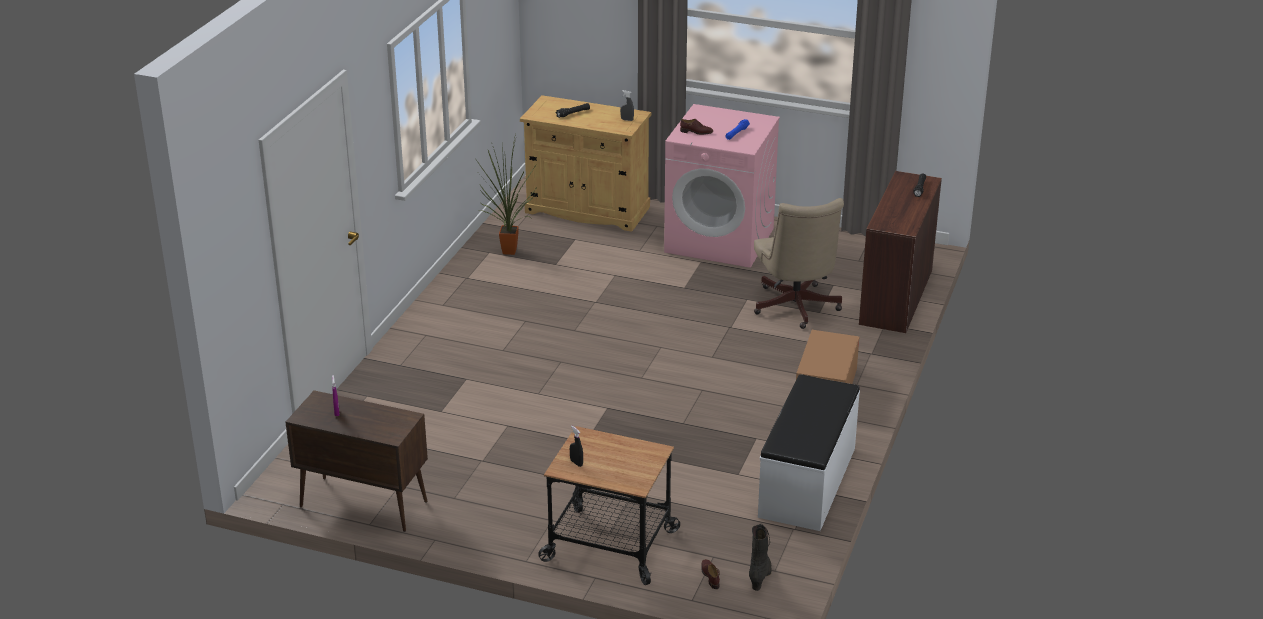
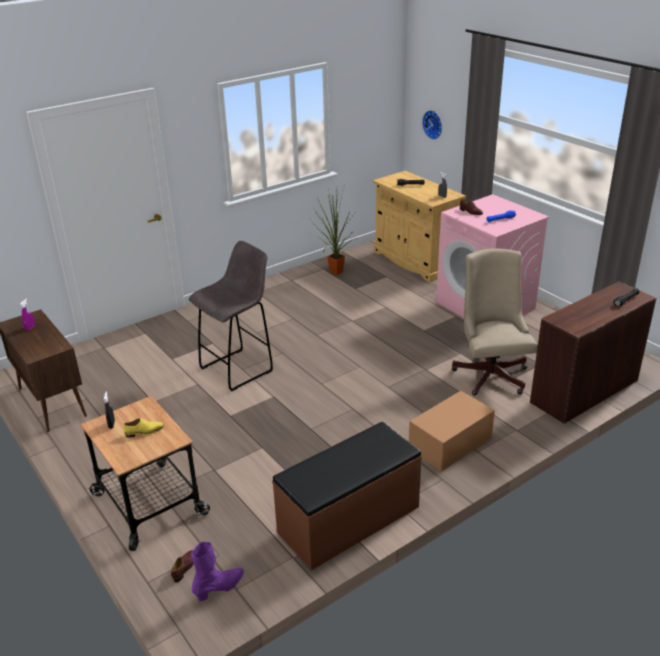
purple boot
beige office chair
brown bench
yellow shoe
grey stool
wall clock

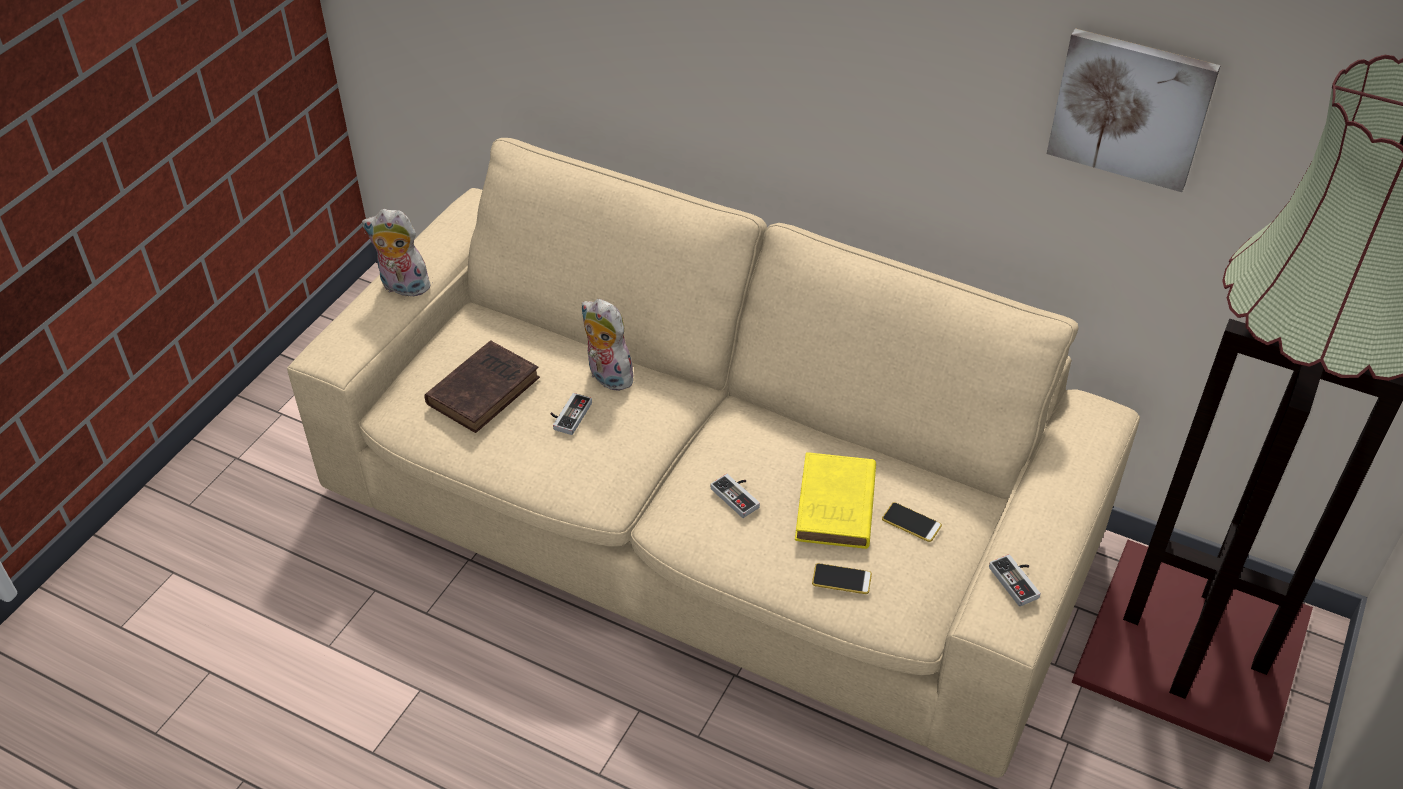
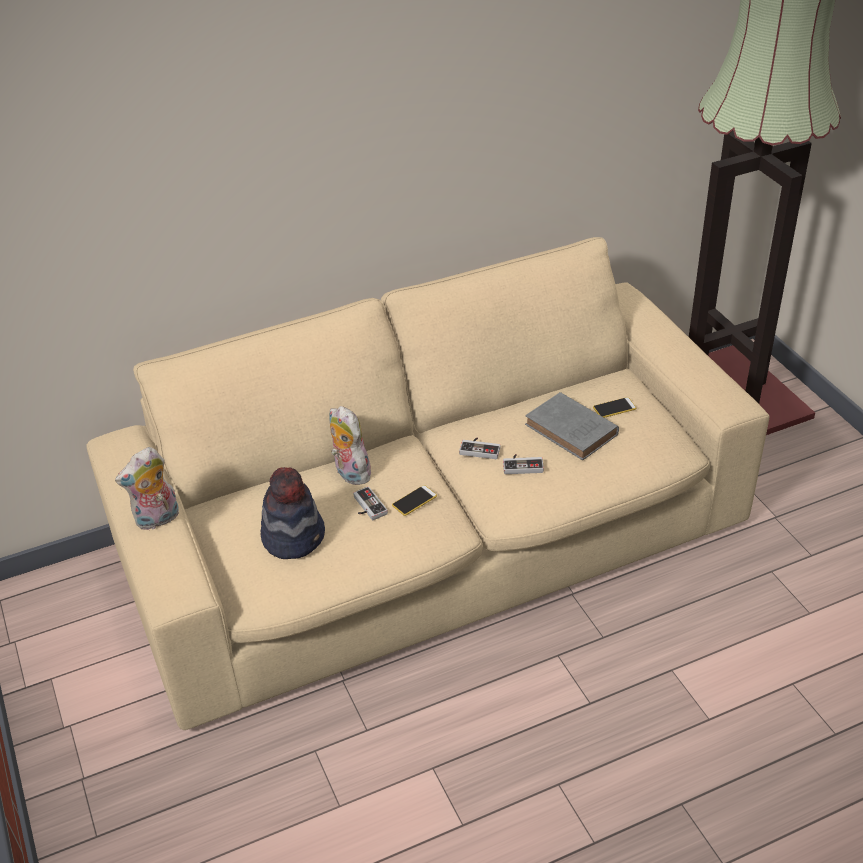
hat
plush toy (no. 2 from left)
grey book
phone (no. 1 from left)
game controller (no. 2 from left)
picture

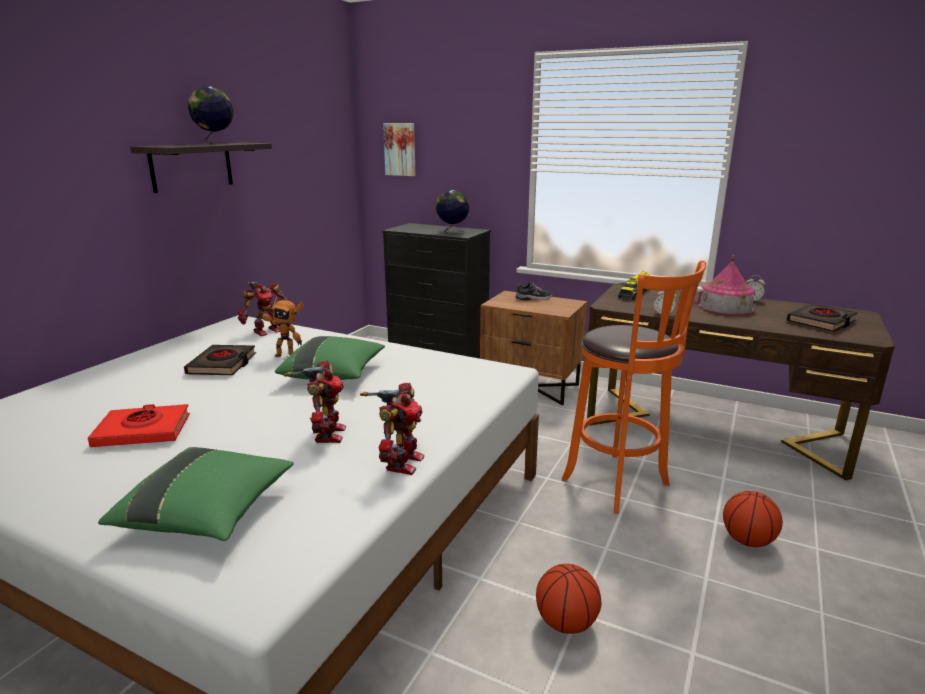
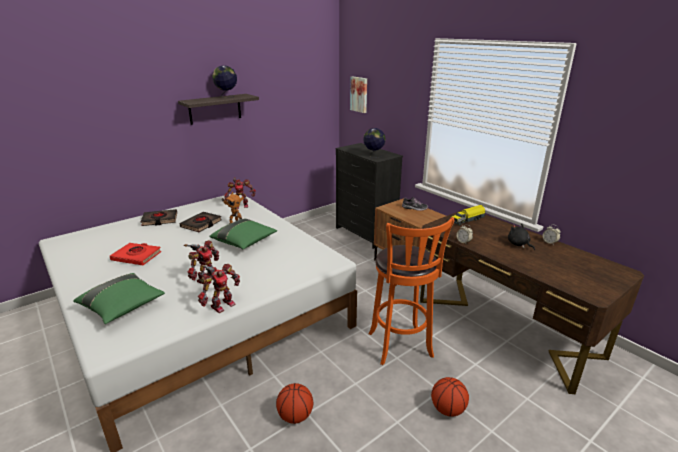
black plush toy
black book (no. 1 from left)

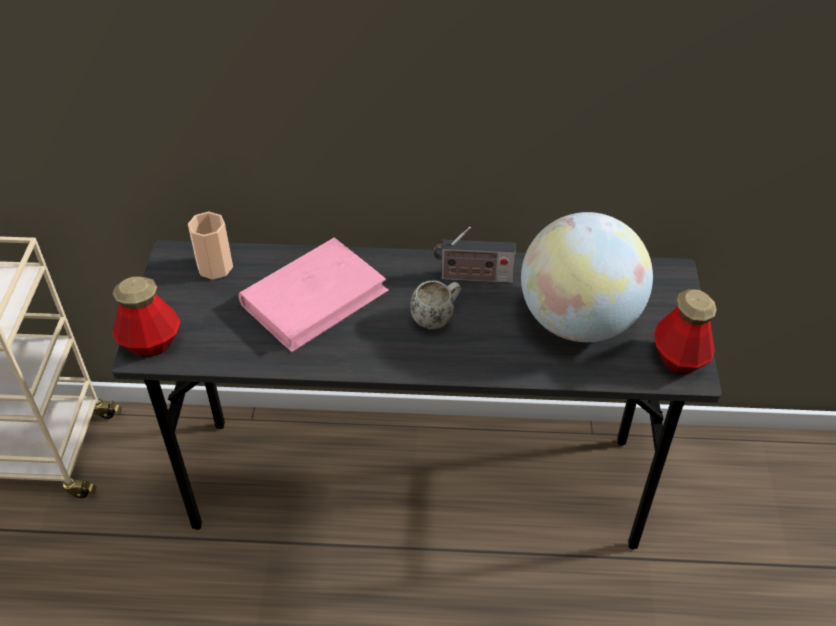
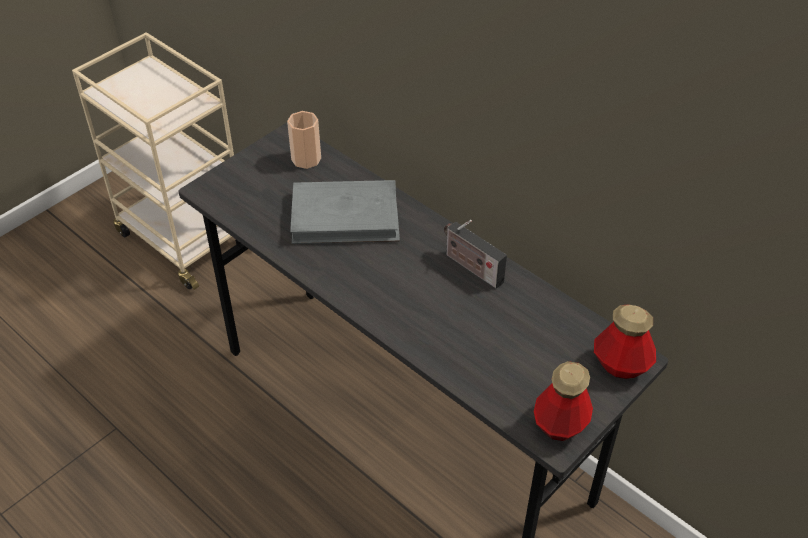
bottle (no. 2 from left)
grey book
white mug
globe

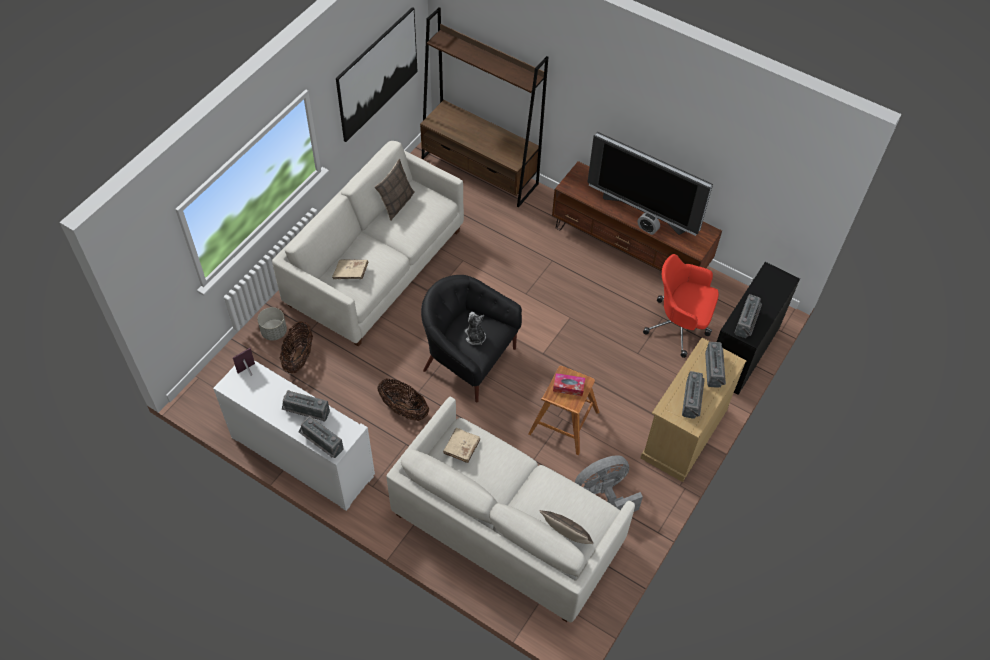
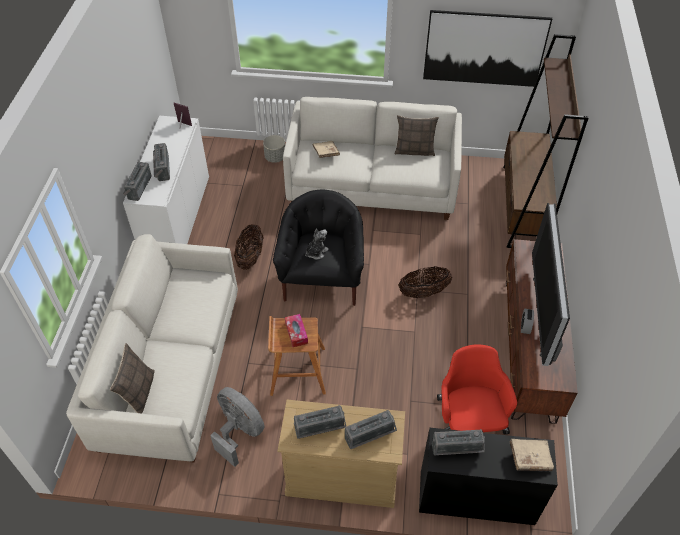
basket (no. 2 from left)
beige book (no. 2 from left)

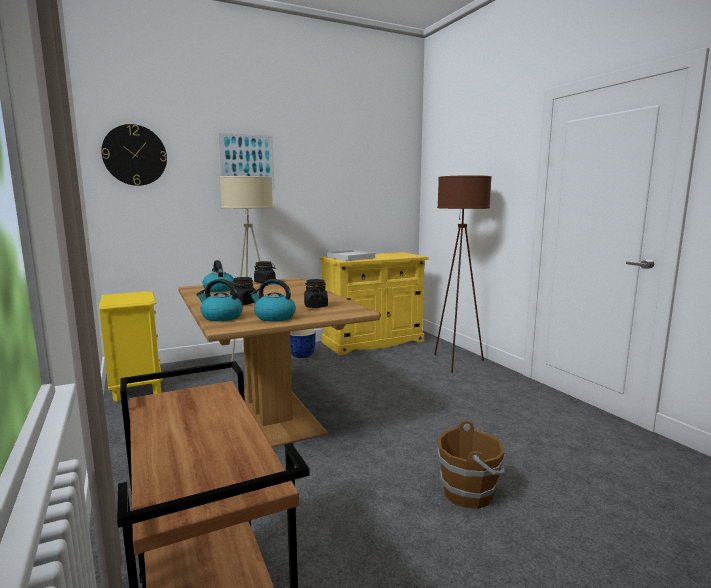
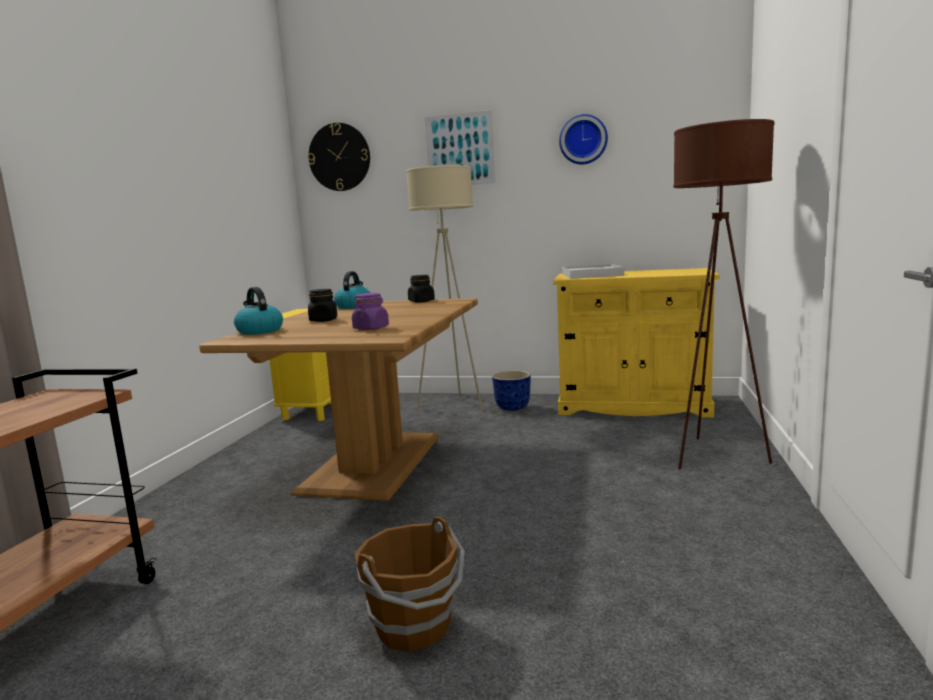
kettle (no. 3 from left in the first image)
purple jar
wall clock (no. 2 from left)

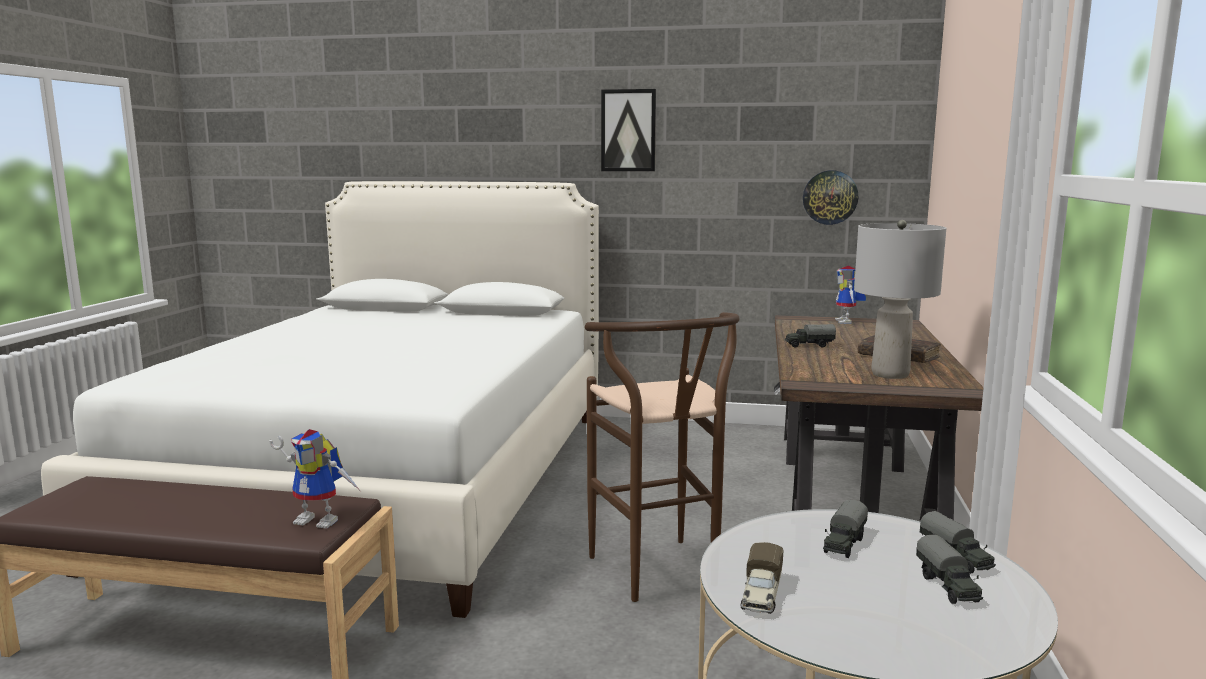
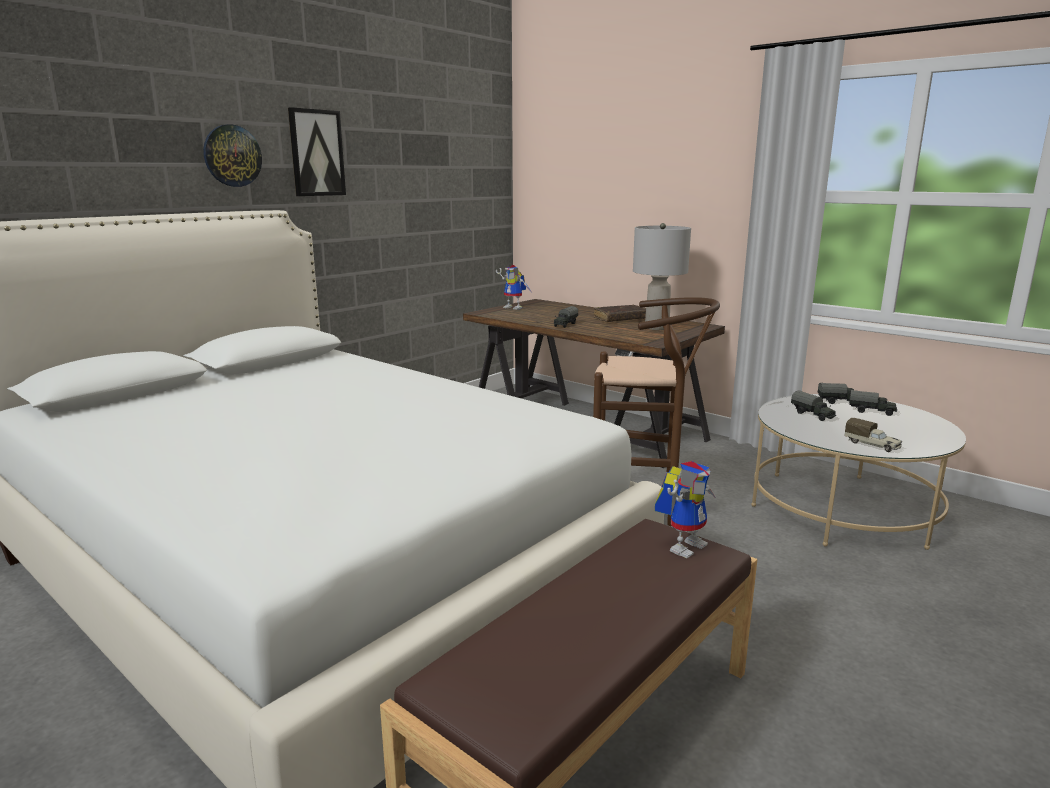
wall clock

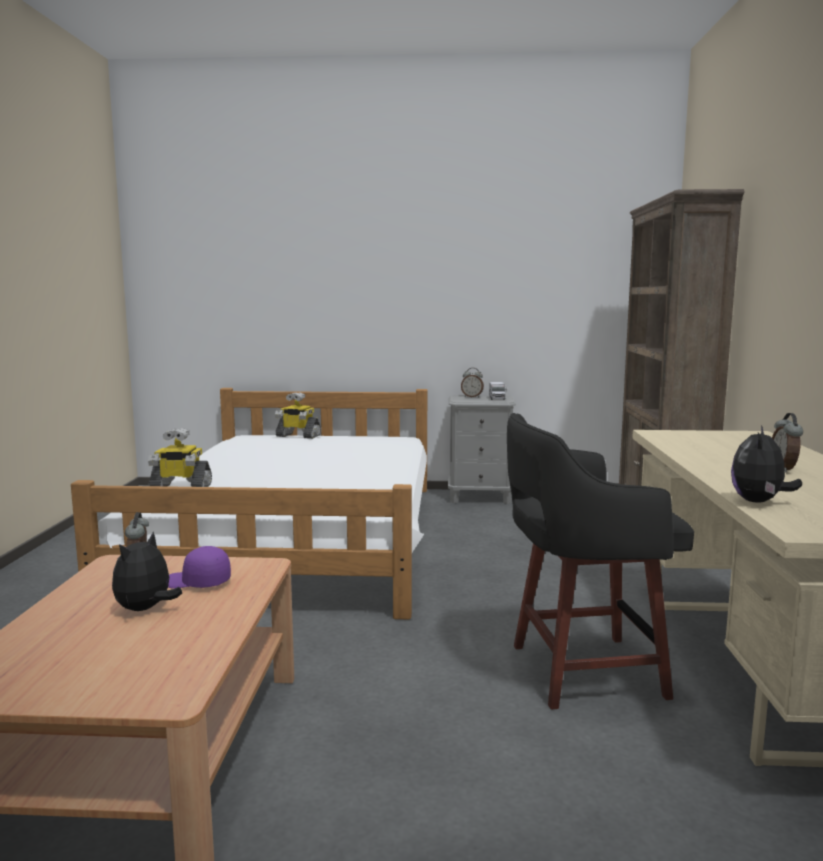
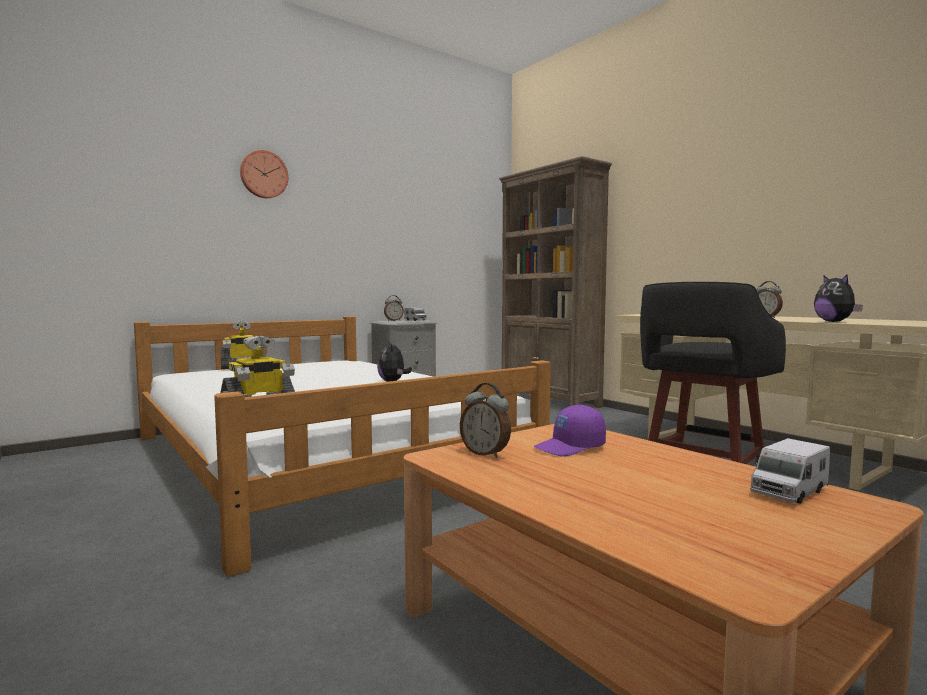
plush toy (no. 1 from left)
wall clock
toy truck (no. 2 from left)

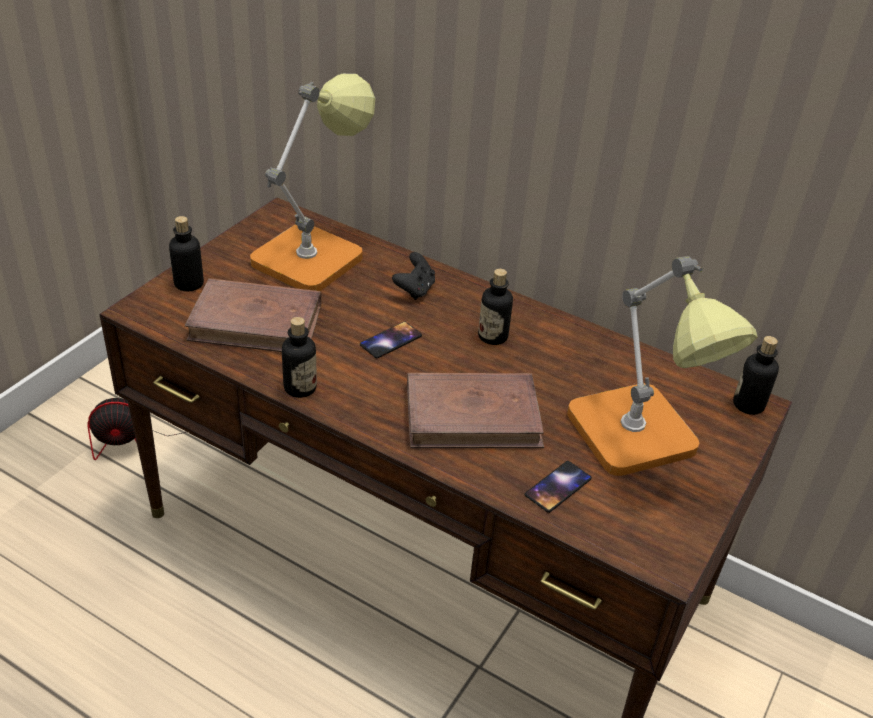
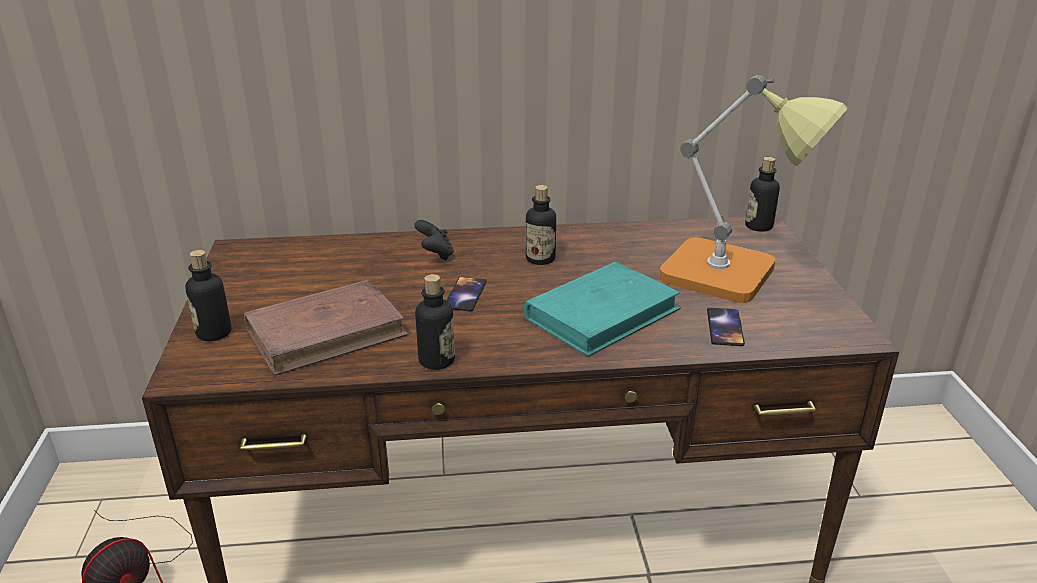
table lamp (no. 1 from left in the first image)
turquoise book

